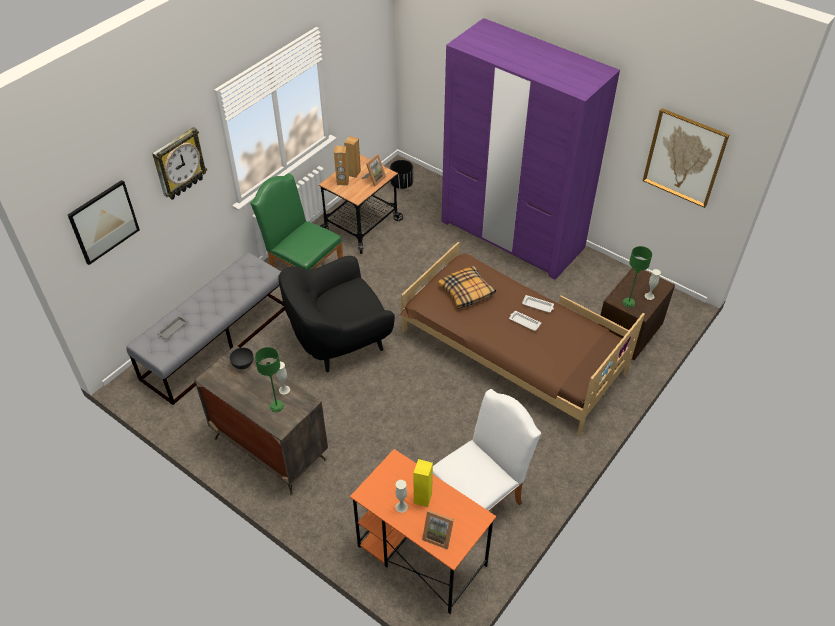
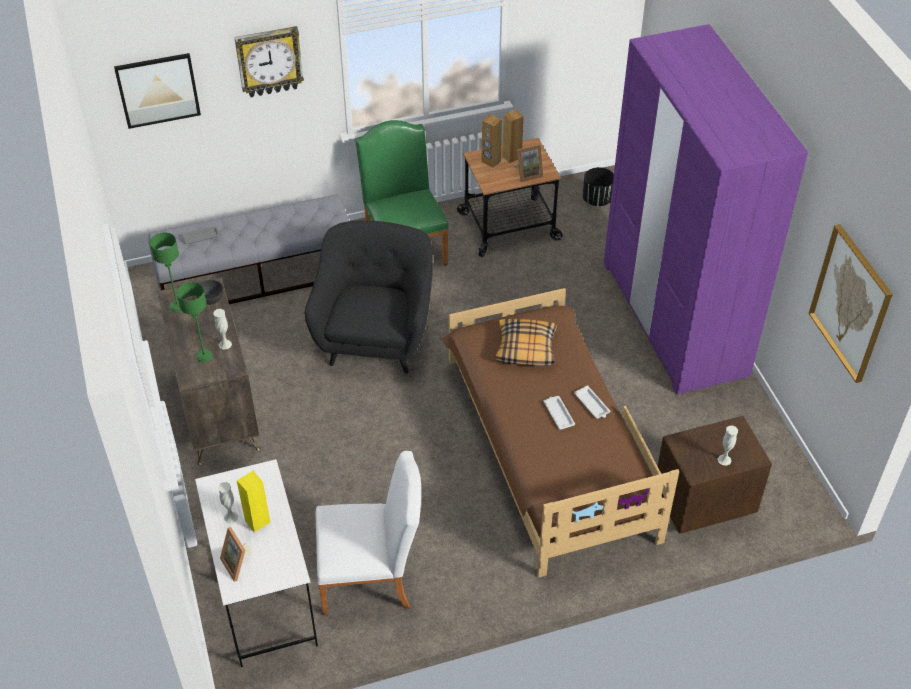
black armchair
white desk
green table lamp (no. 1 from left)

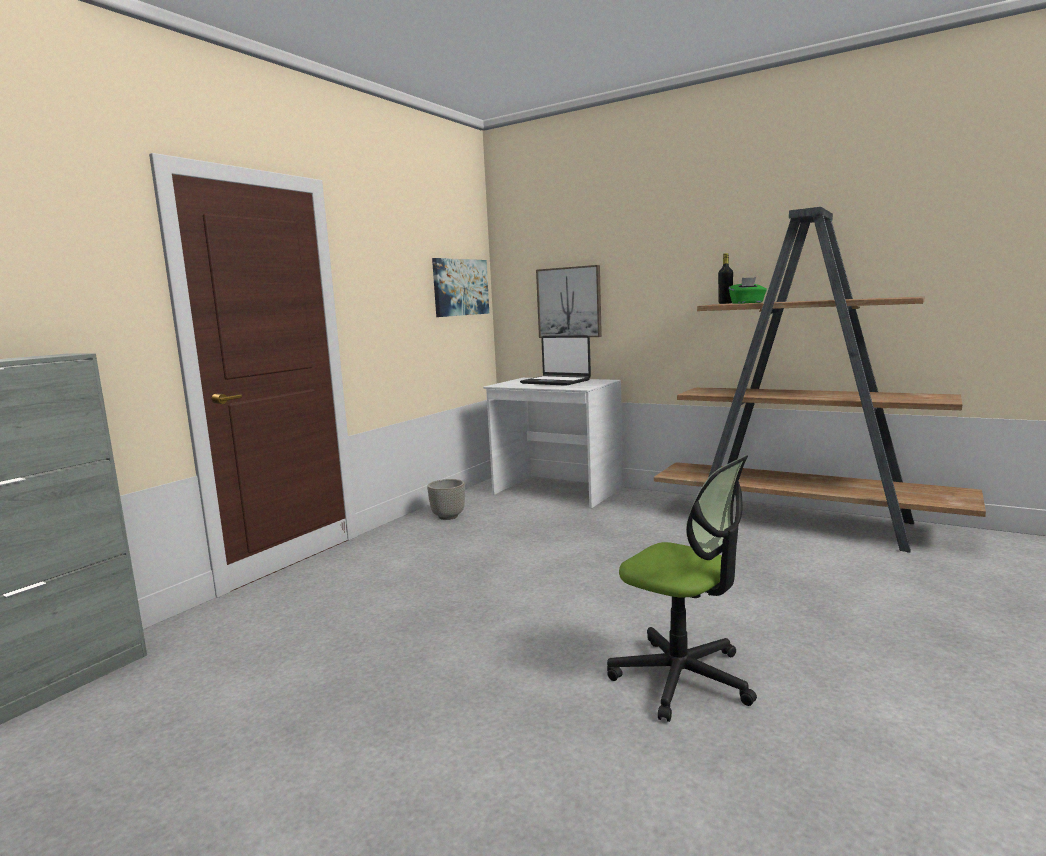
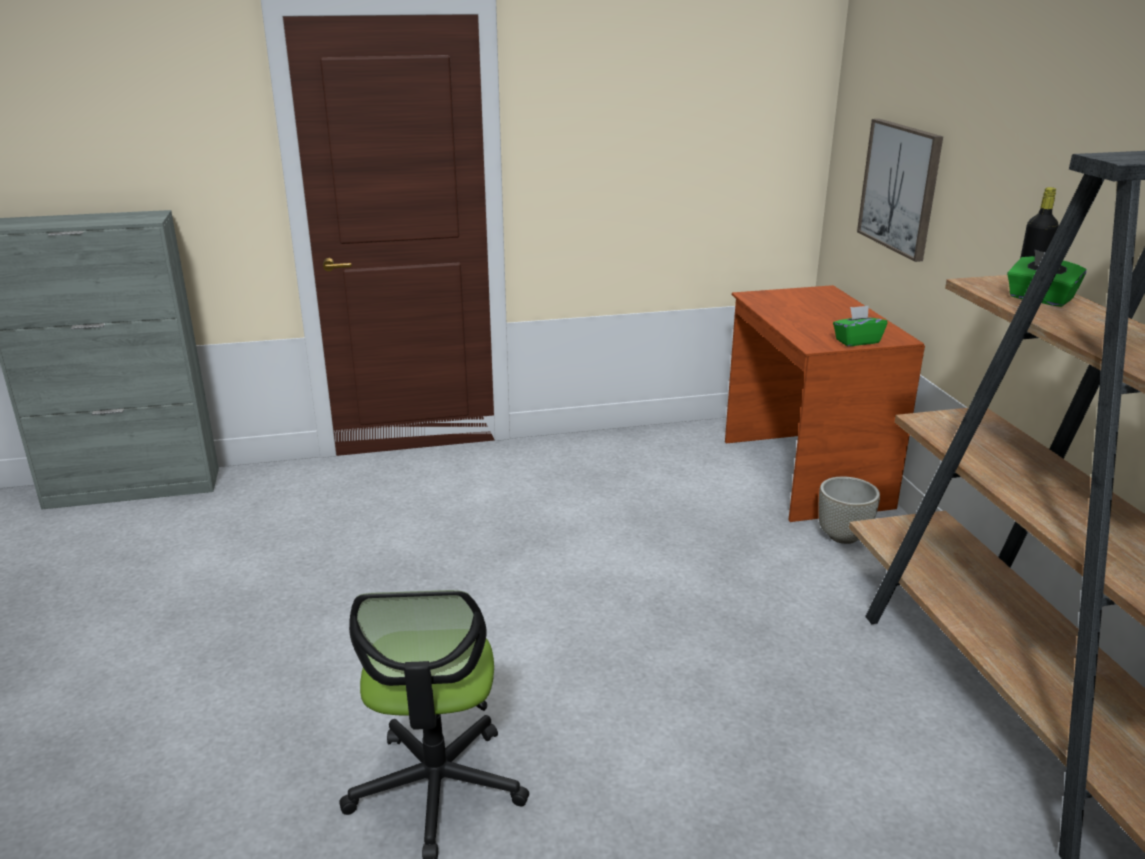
grey planter
picture (no. 1 from left in the first image)
brown desk
laptop
green tissue box (no. 1 from left)

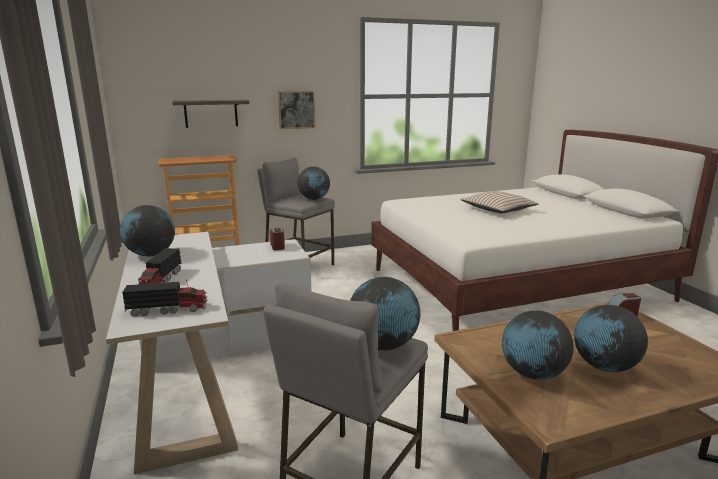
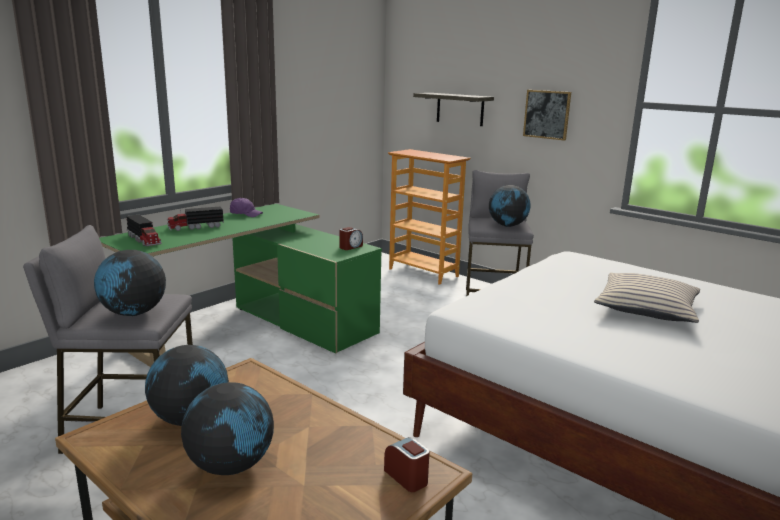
green desk
purple cap

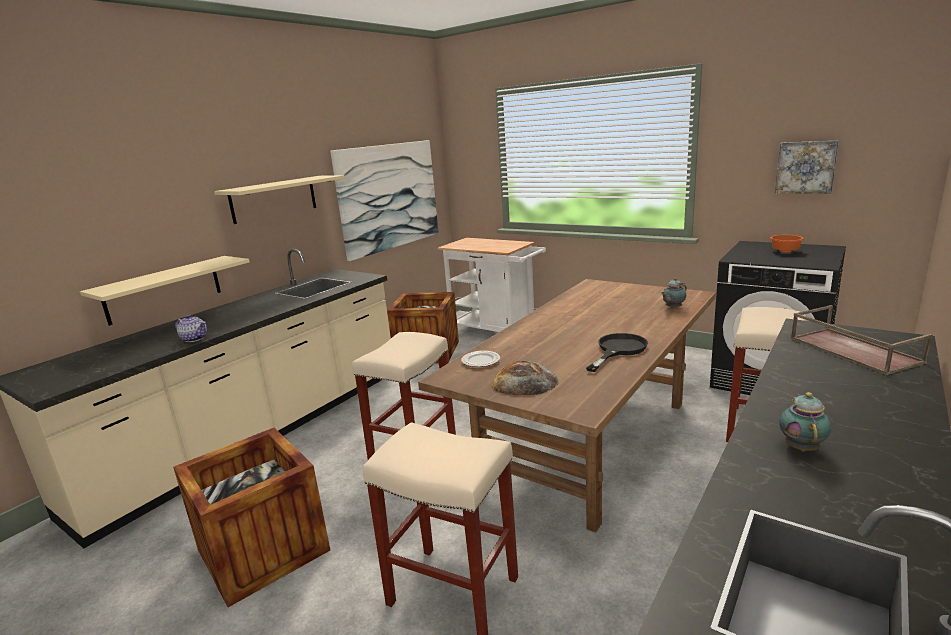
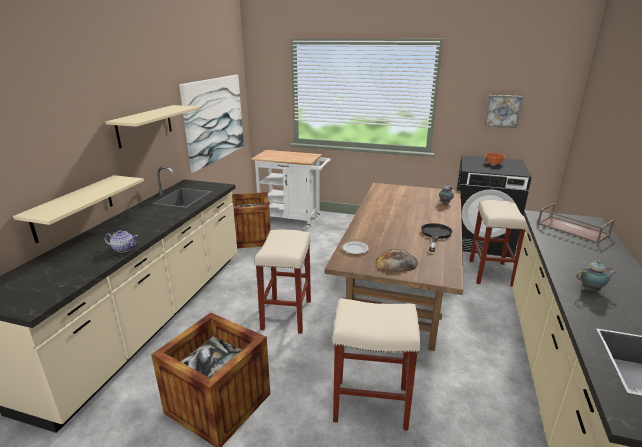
teapot (no. 3 from left)

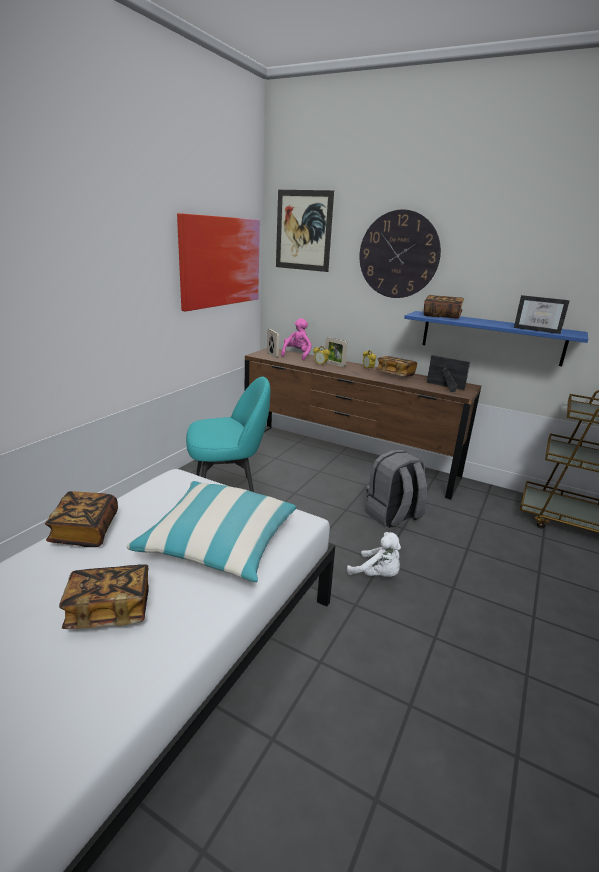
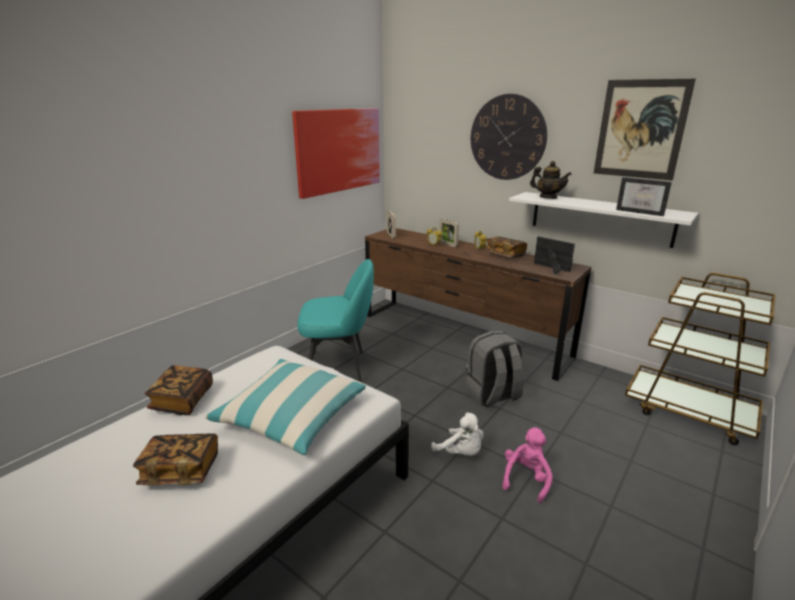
picture (no. 2 from left)
pink plush toy
white shelf
teapot

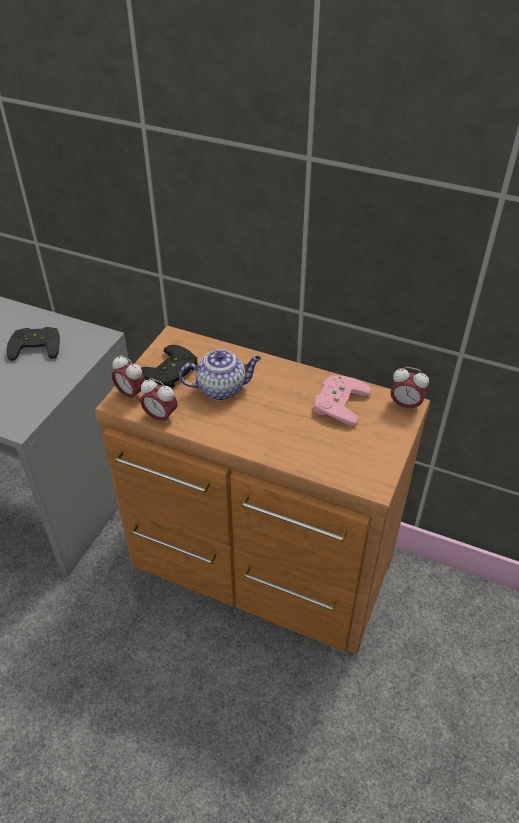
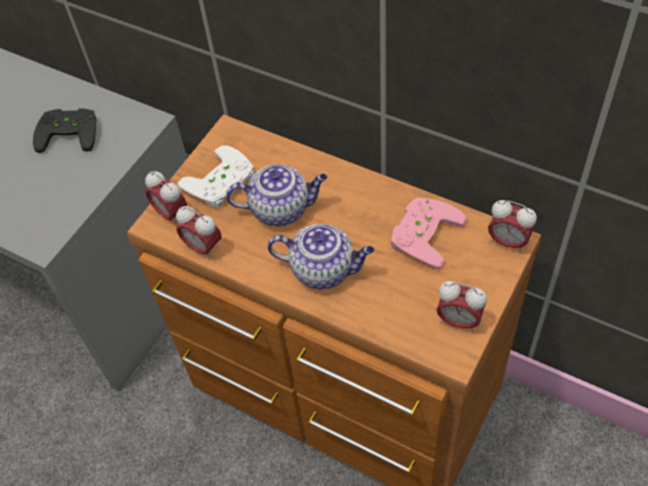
white game controller
teapot (no. 2 from left)
alarm clock (no. 3 from left)

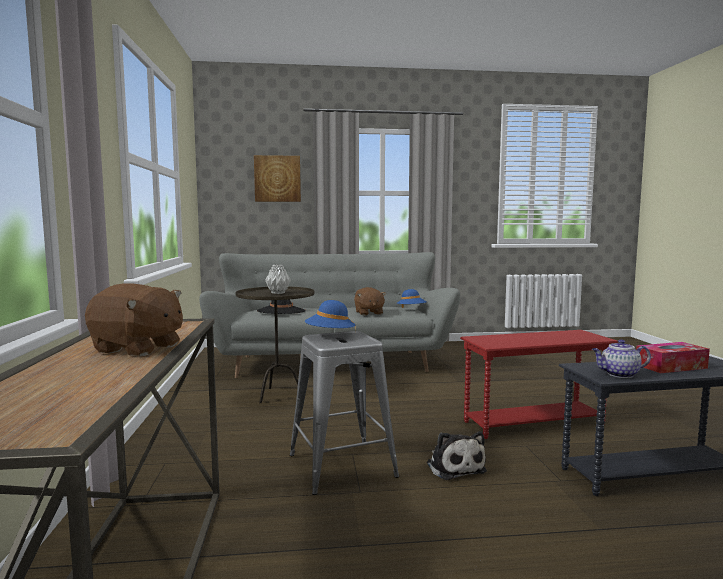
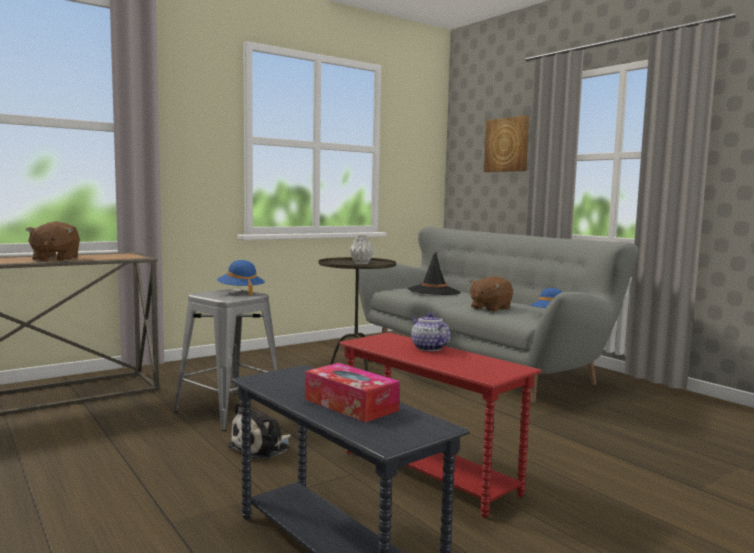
teapot

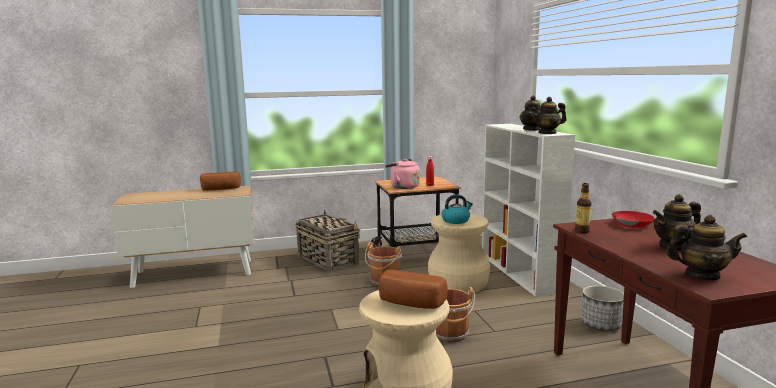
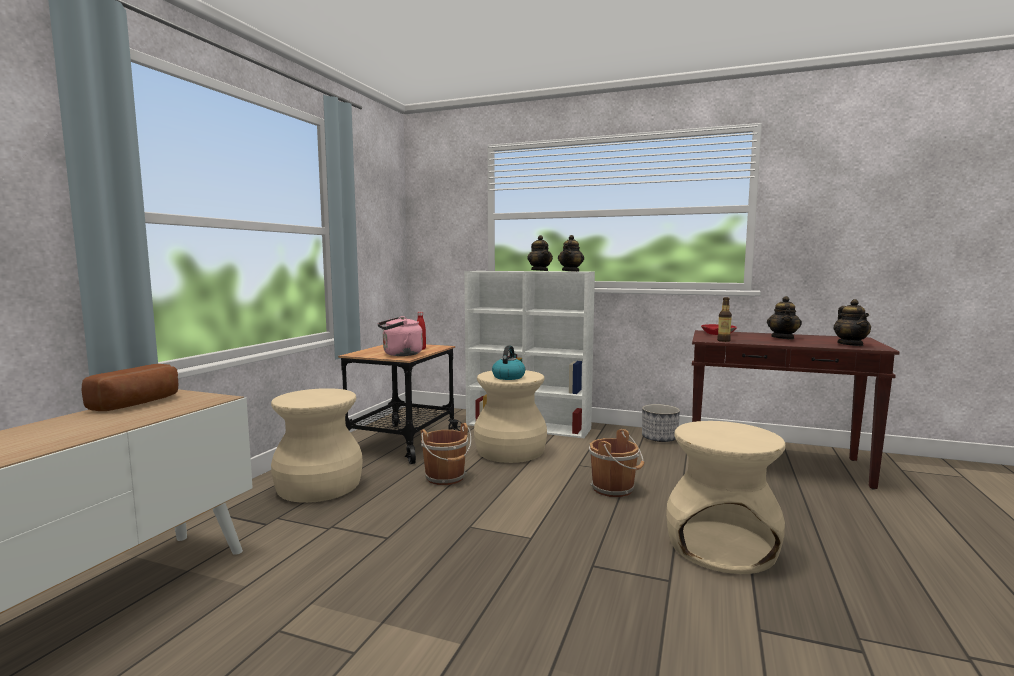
beige stool (no. 1 from left)
bread (no. 2 from left in the first image)
teapot (no. 4 from left)

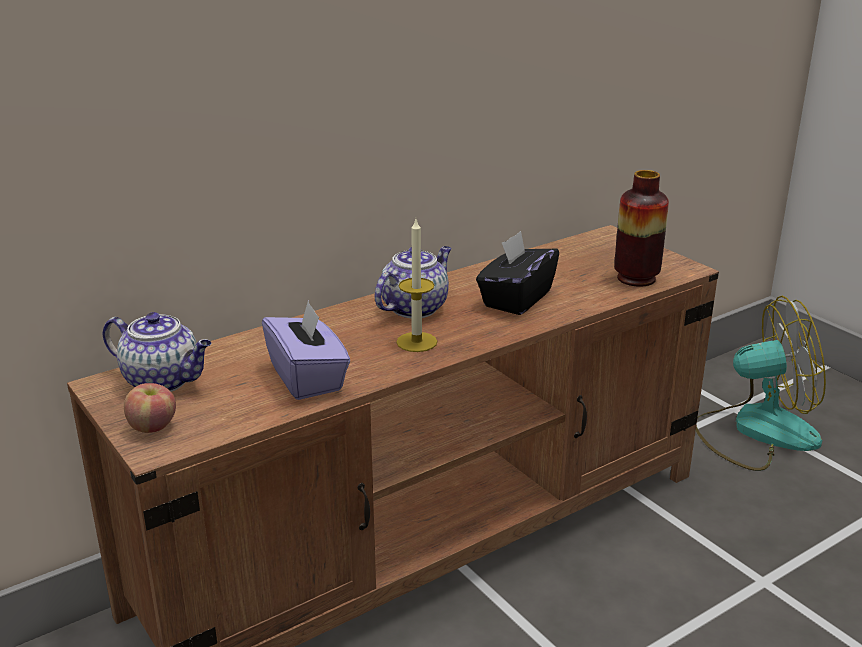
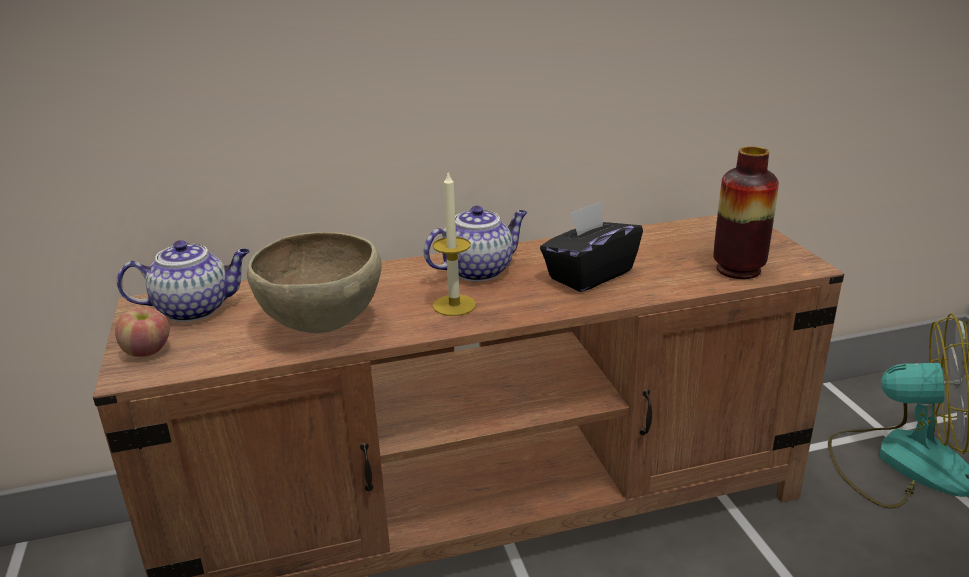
teapot (no. 1 from left)
brown bowl

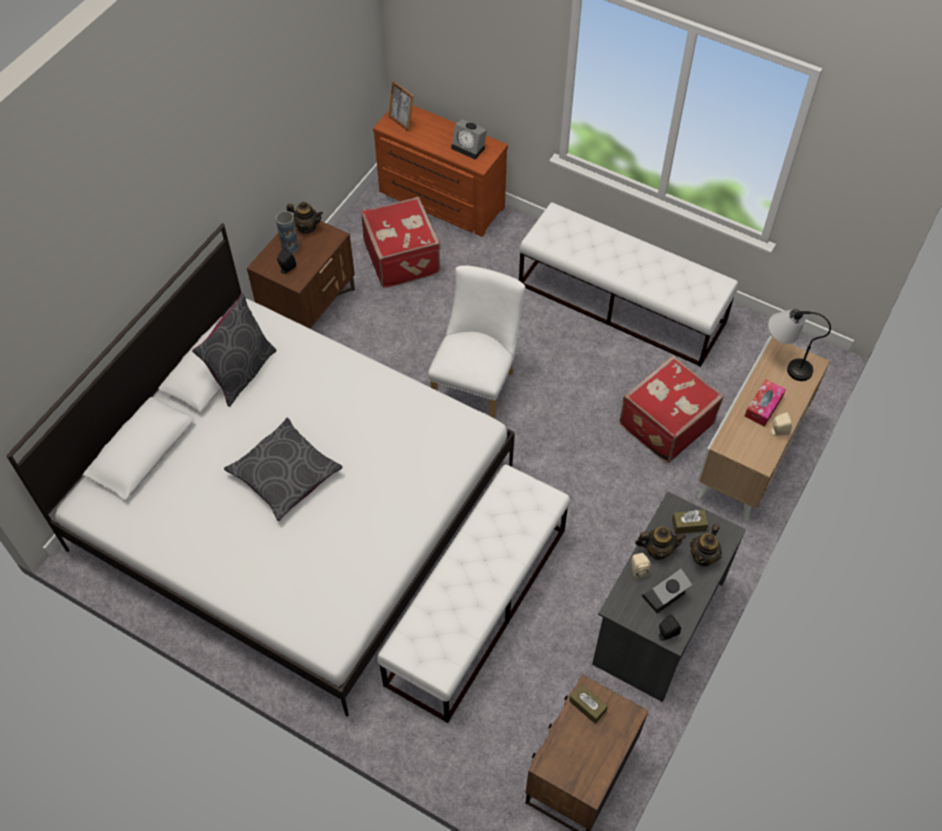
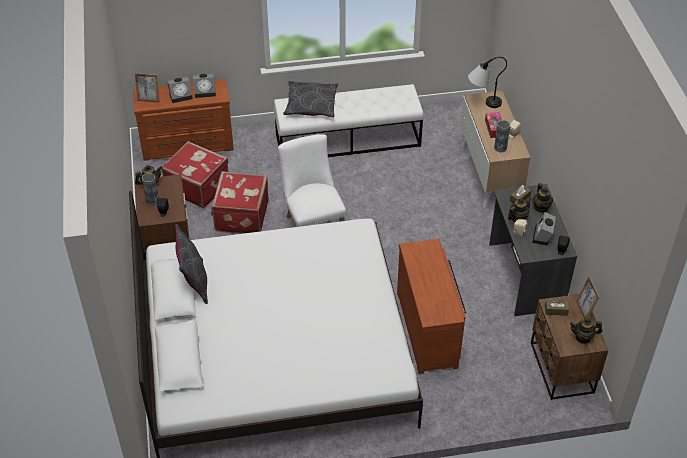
grey pillow (no. 2 from left)
brown dresser (no. 2 from left)
red suitcase (no. 2 from left)
alarm clock (no. 1 from left)
vase (no. 2 from left)
teapot (no. 4 from left)
picture frame (no. 2 from left)

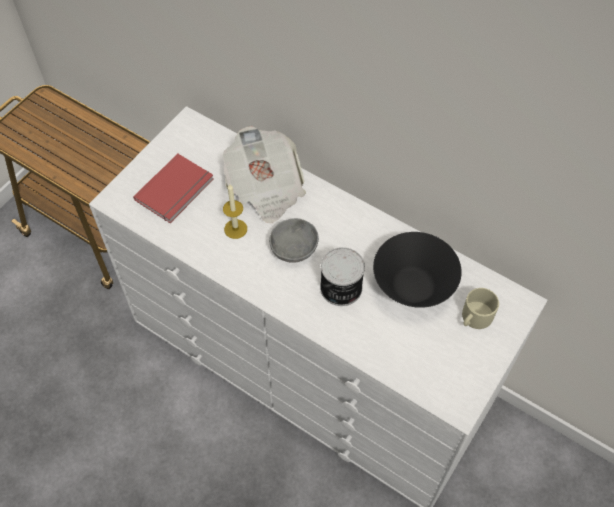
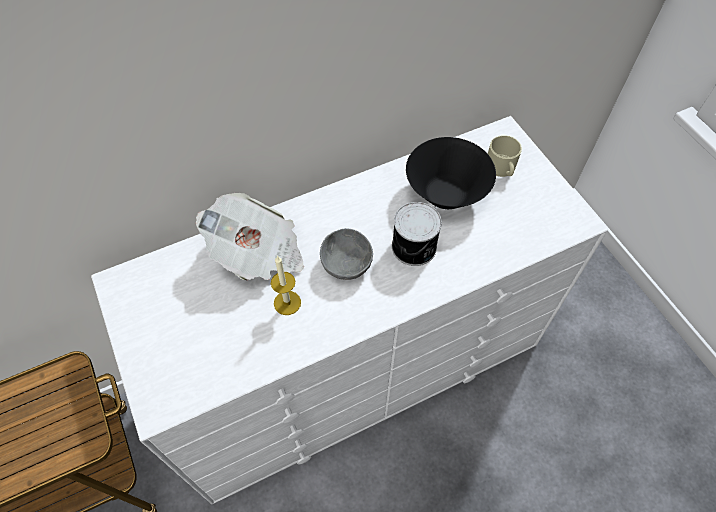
red book

